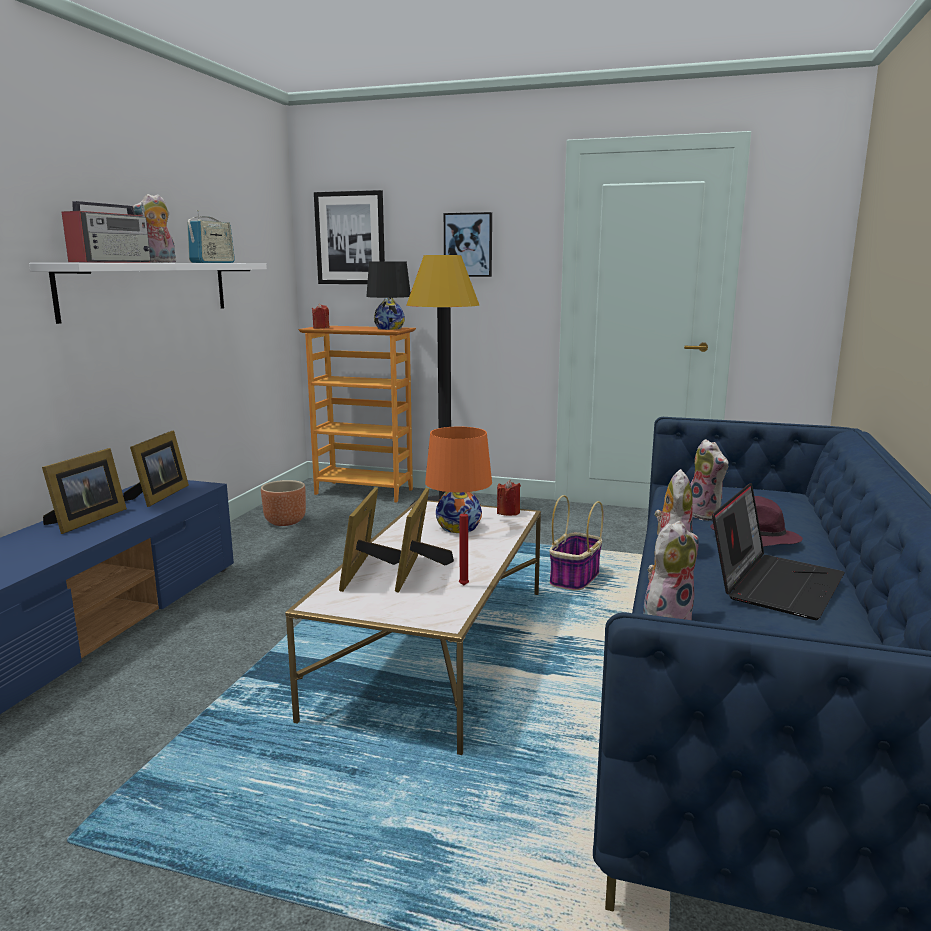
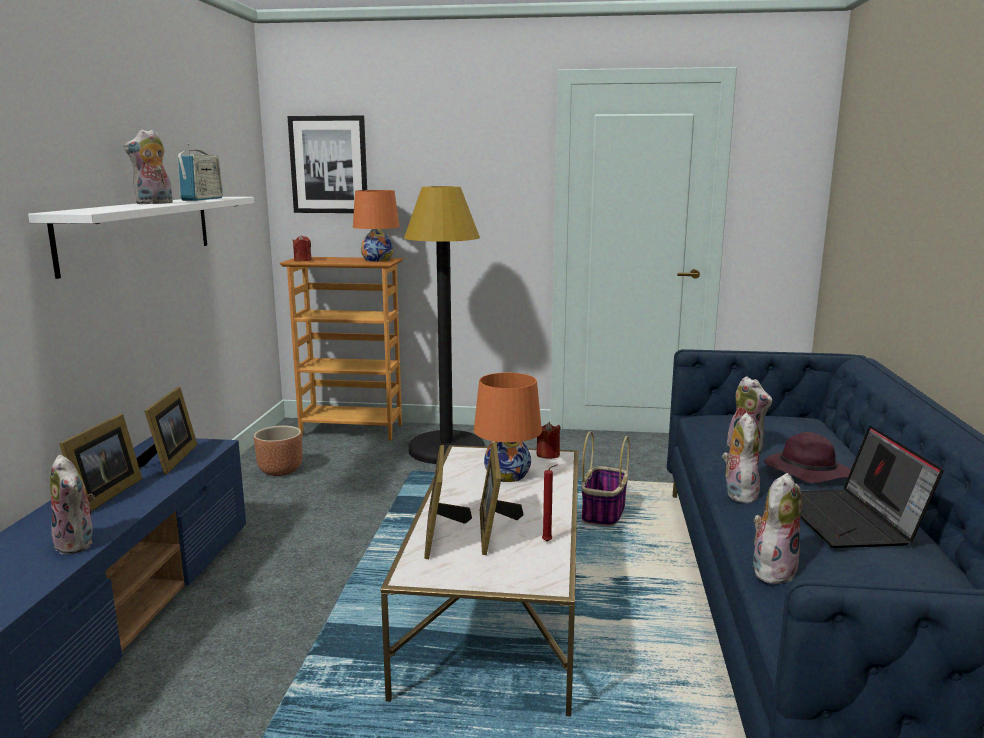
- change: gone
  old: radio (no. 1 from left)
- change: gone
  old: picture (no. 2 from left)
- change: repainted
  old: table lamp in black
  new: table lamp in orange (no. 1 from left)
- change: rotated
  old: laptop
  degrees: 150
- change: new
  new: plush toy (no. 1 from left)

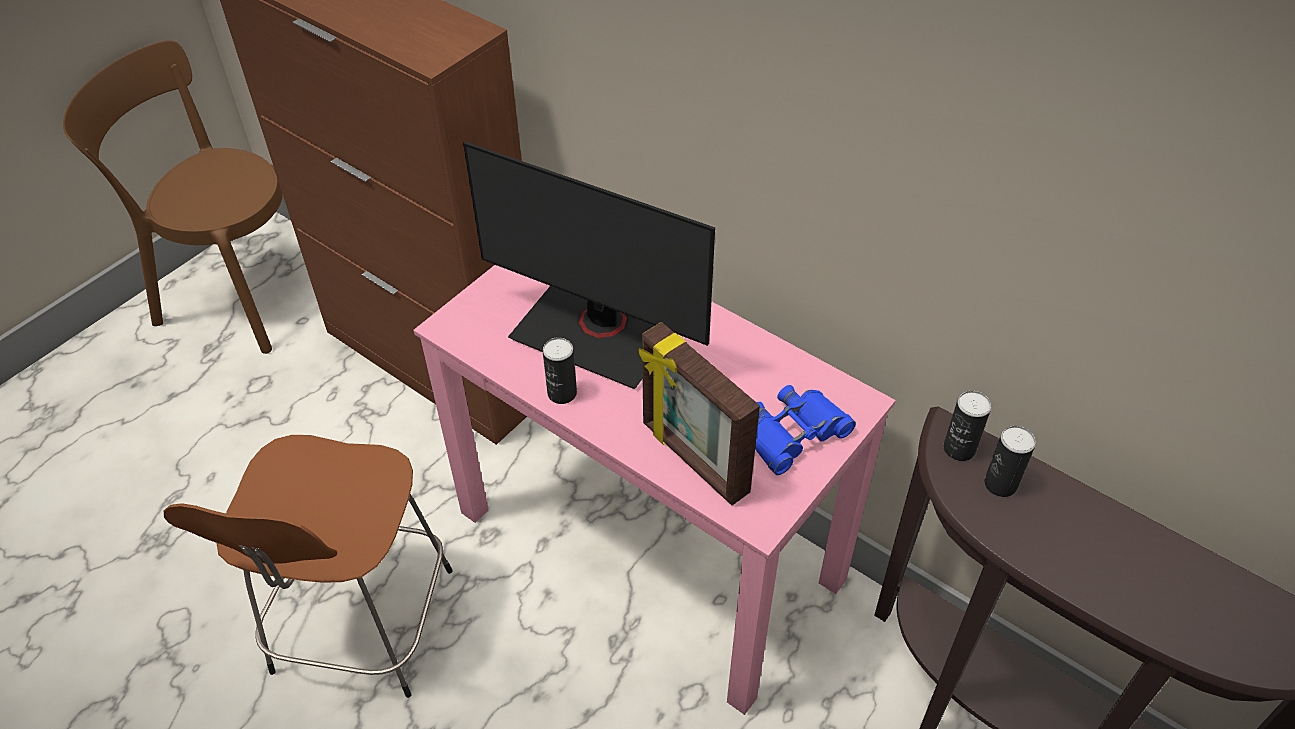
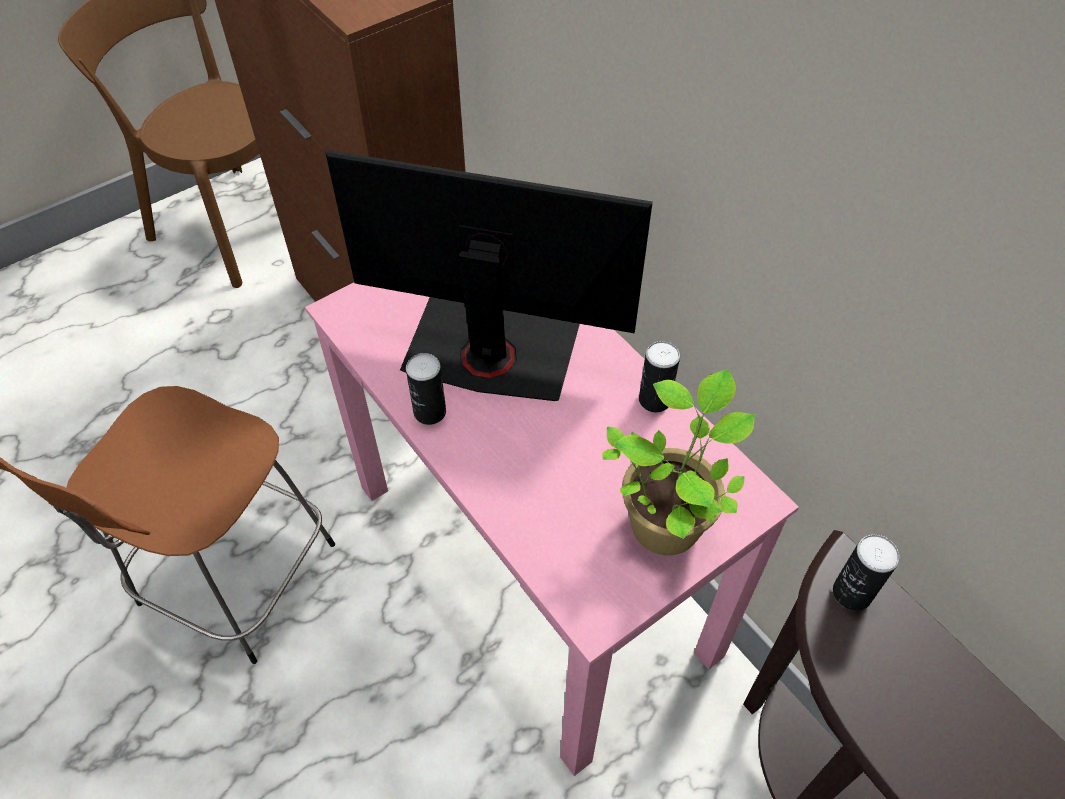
- change: rotated
  old: monitor
  degrees: 150
- change: gone
  old: picture frame
- change: swapped
  old: binoculars in blue
  new: potted plant
- change: shifted
  old: can (no. 3 from left in the first image)
  new: can (no. 2 from left)

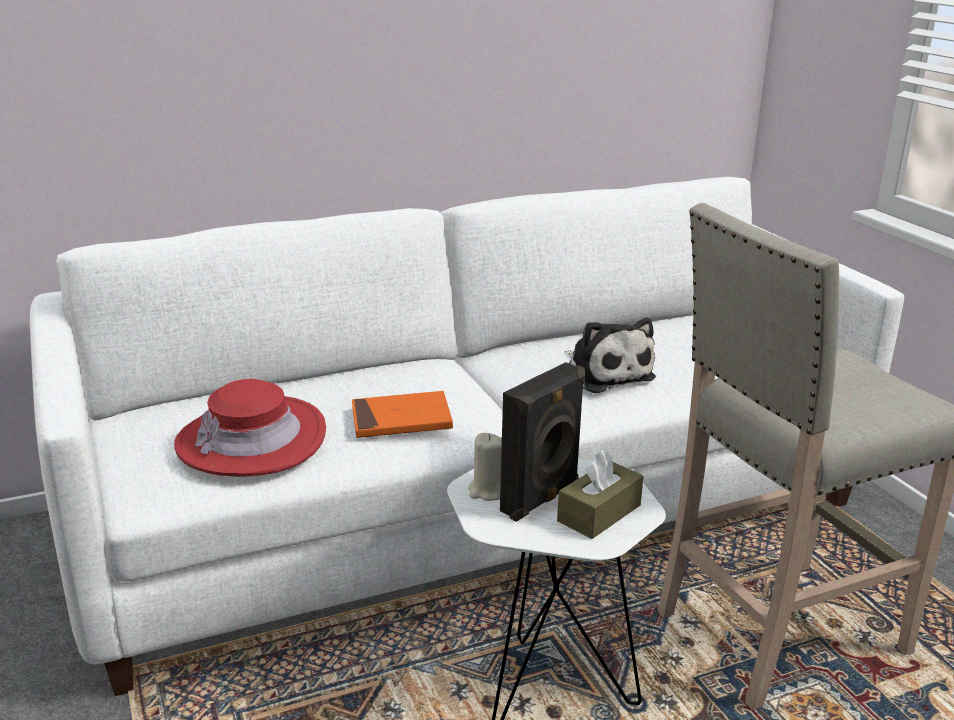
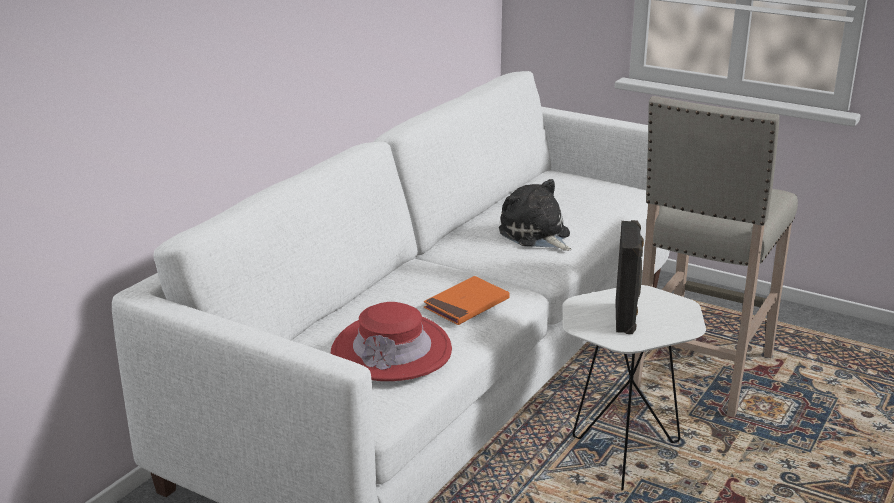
- change: rotated
  old: plush toy
  degrees: -150
- change: gone
  old: candle in beige
- change: gone
  old: tissue box in brown

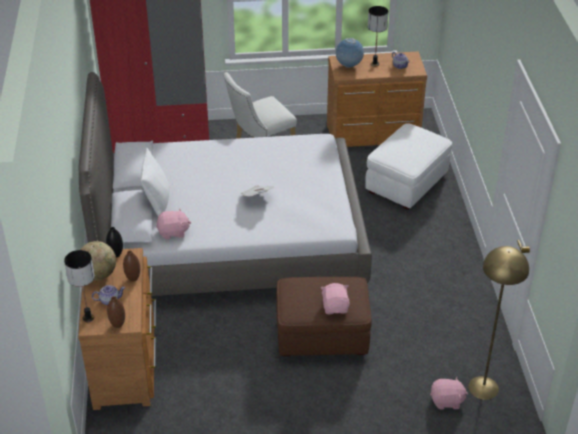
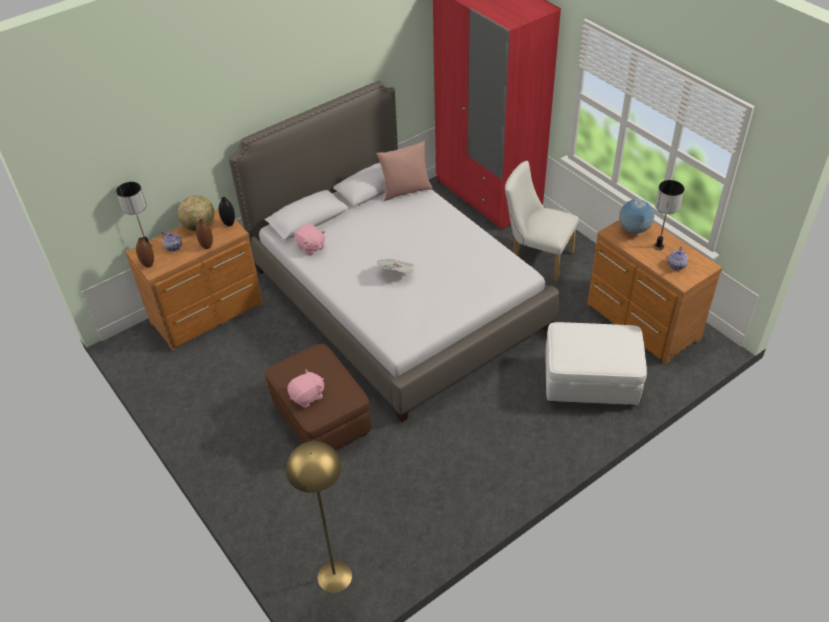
- change: gone
  old: pillow in white
- change: gone
  old: plush toy in pink (no. 3 from left)
- change: new
  new: pillow in pink

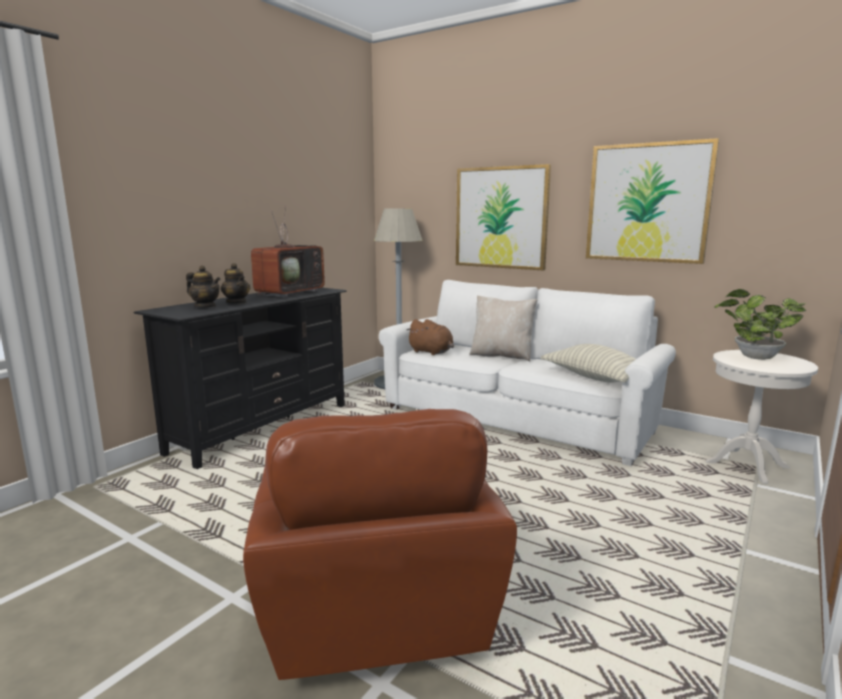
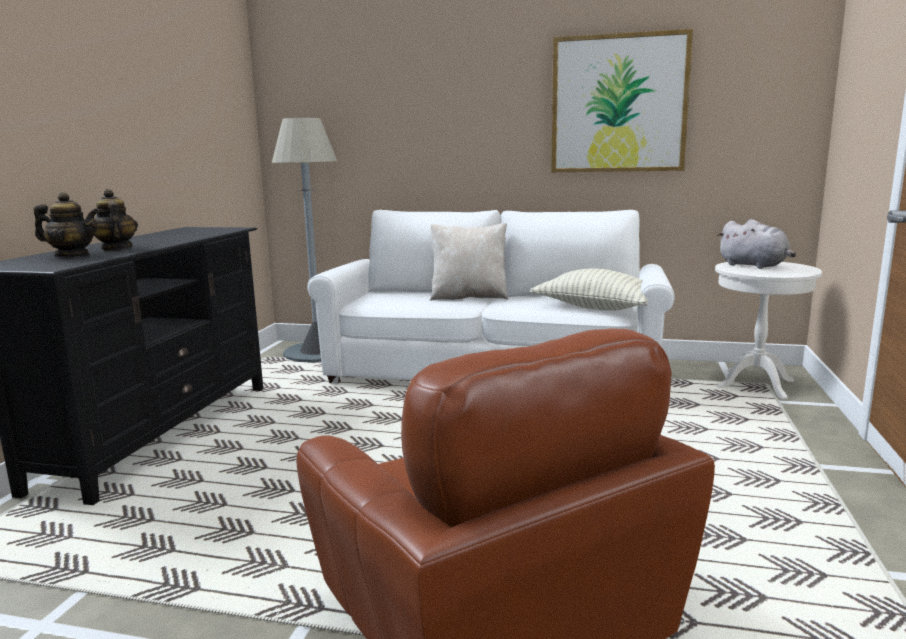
- change: gone
  old: picture (no. 1 from left)
- change: gone
  old: television
- change: rotated
  old: teapot (no. 2 from left)
  degrees: -150
- change: swapped
  old: potted plant
  new: plush toy in grey
- change: gone
  old: plush toy in brown

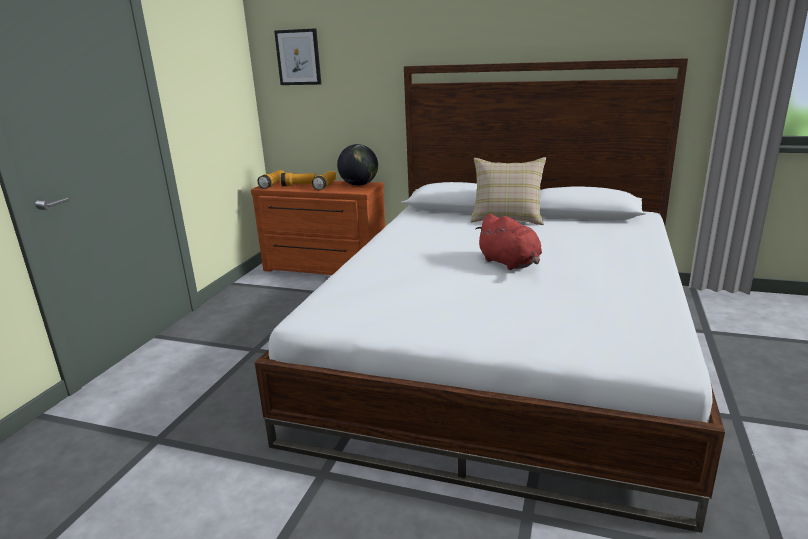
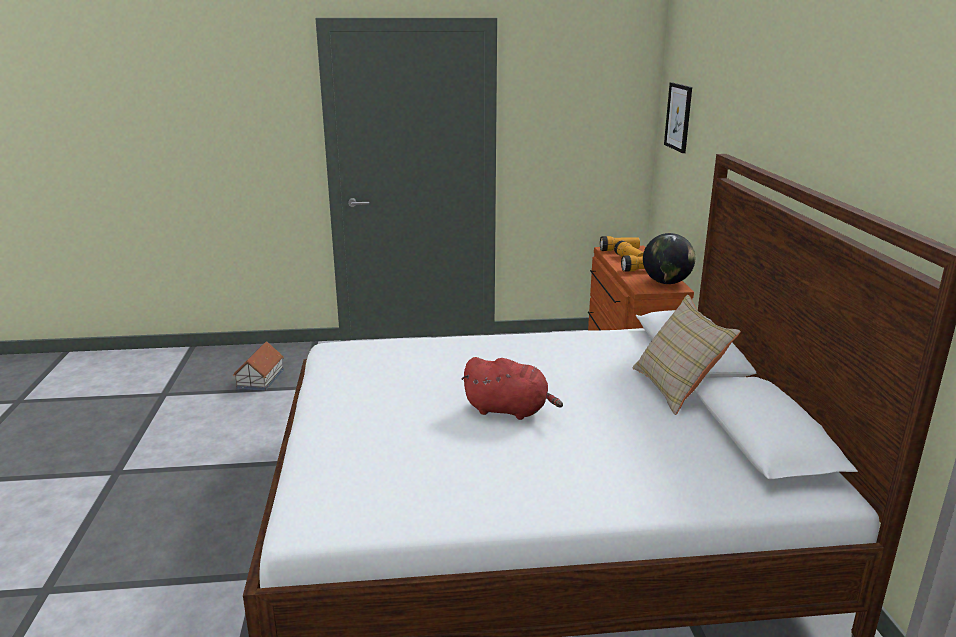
- change: rotated
  old: plush toy in red
  degrees: -105
- change: new
  new: toy house

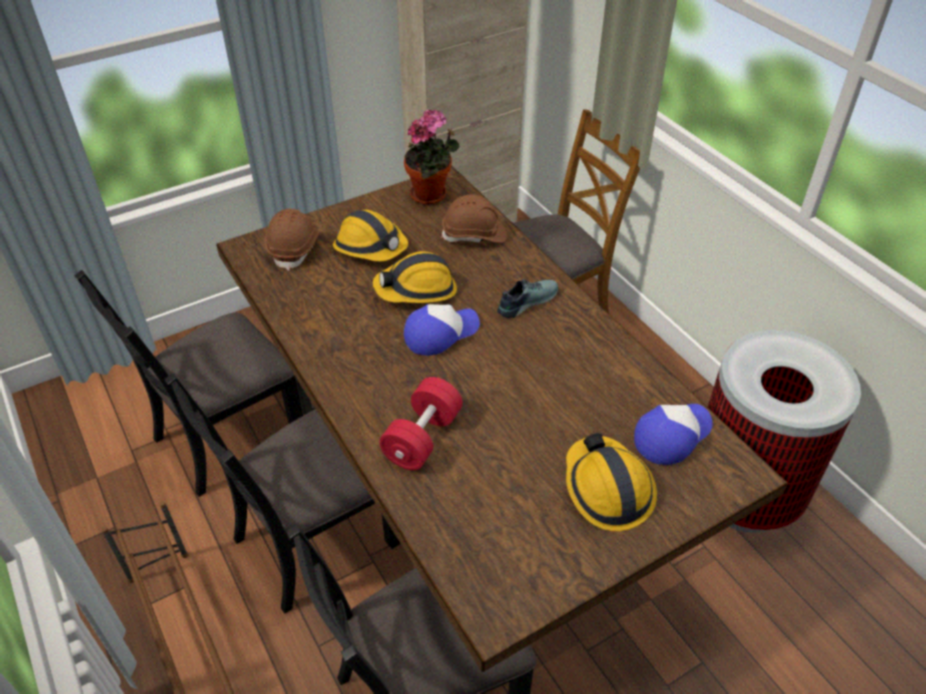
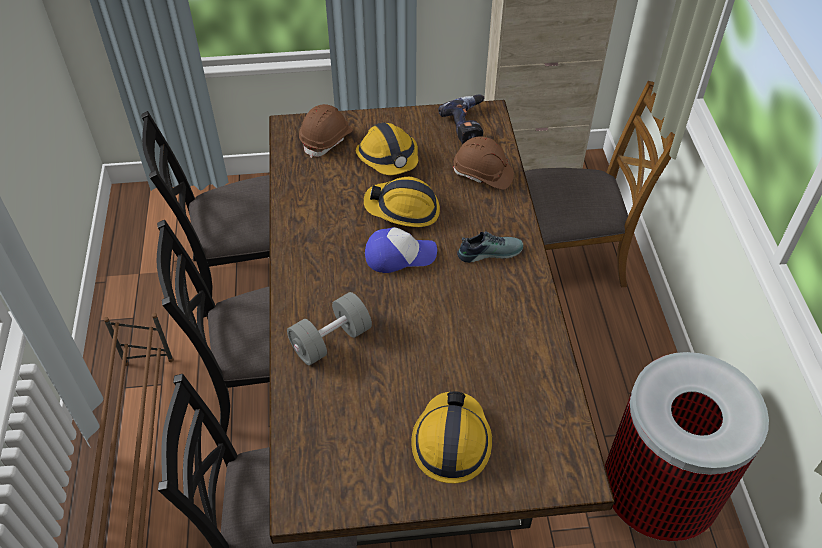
- change: swapped
  old: potted plant
  new: power drill
- change: repainted
  old: dumbbell in red
  new: dumbbell in grey
- change: gone
  old: cap (no. 2 from left)

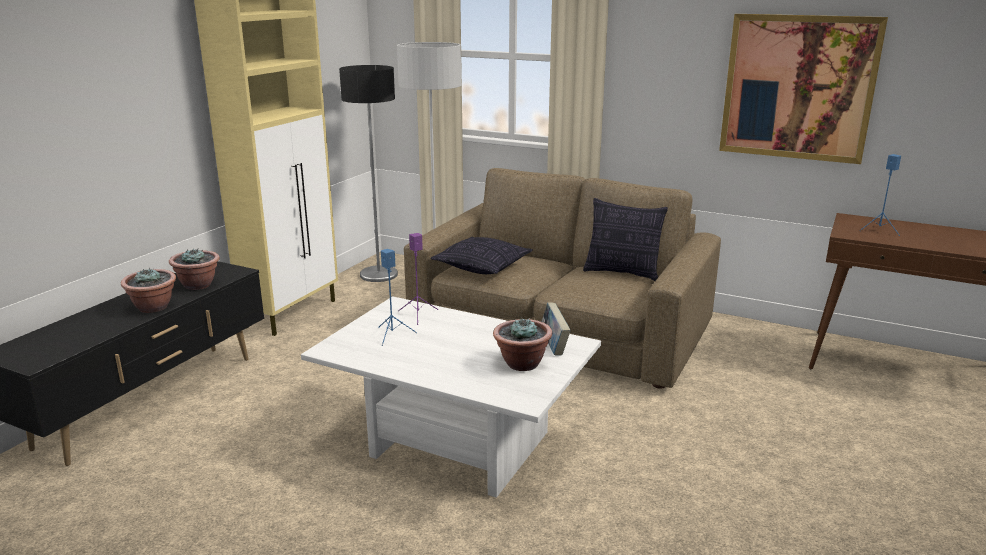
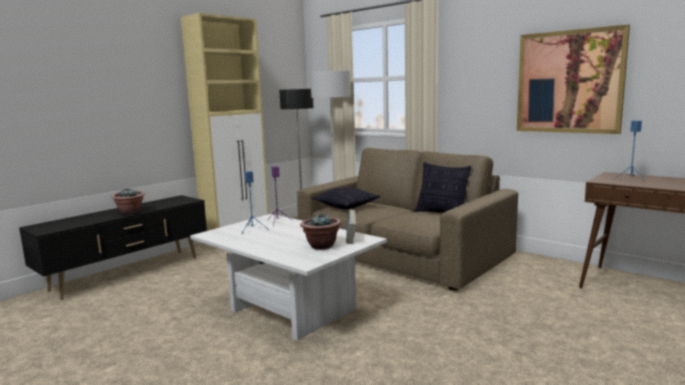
- change: gone
  old: potted plant (no. 2 from left)

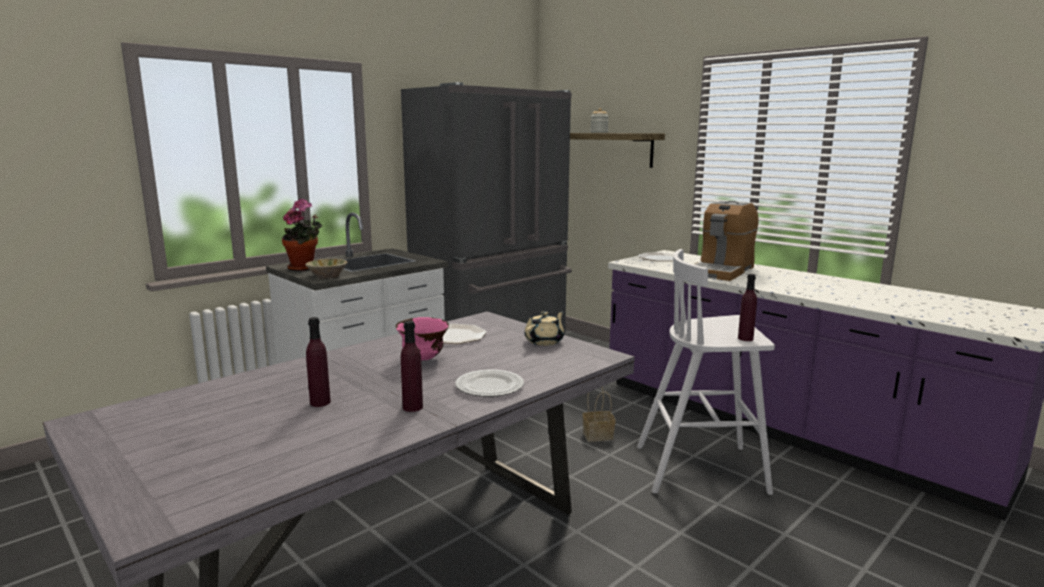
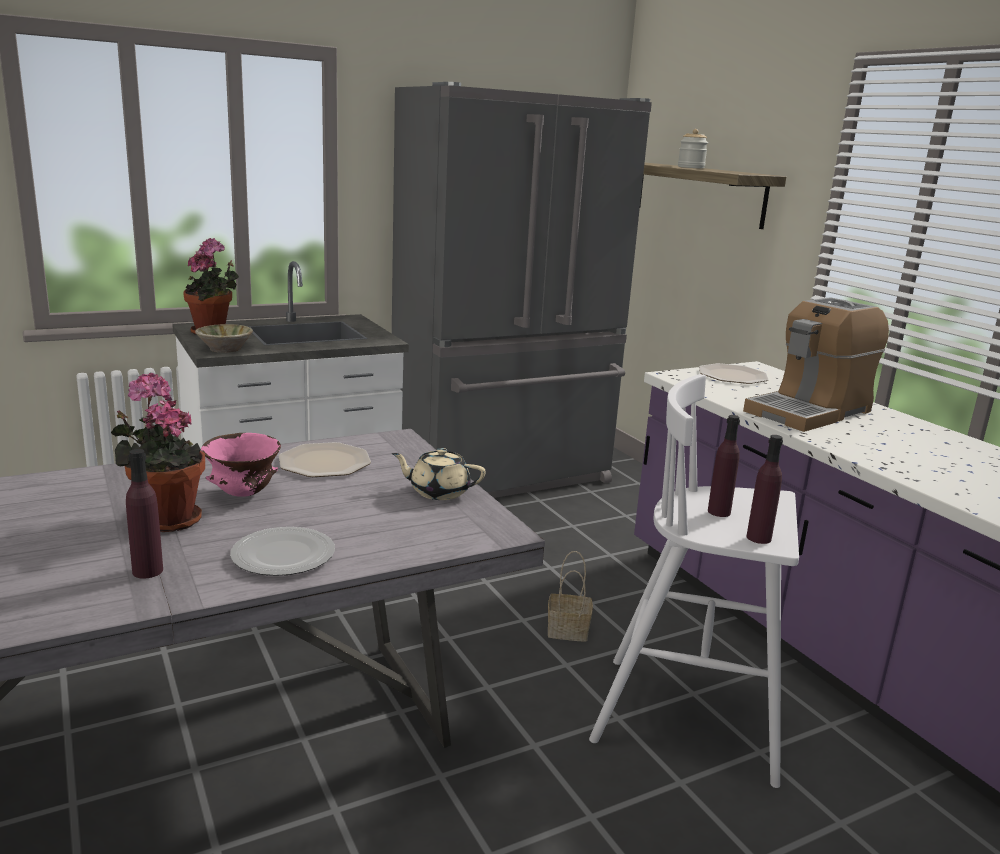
- change: rotated
  old: teapot in beige
  degrees: -135
- change: shifted
  old: bottle in purple (no. 1 from left in the first image)
  new: bottle in purple (no. 2 from left)
- change: new
  new: potted plant (no. 1 from left)

